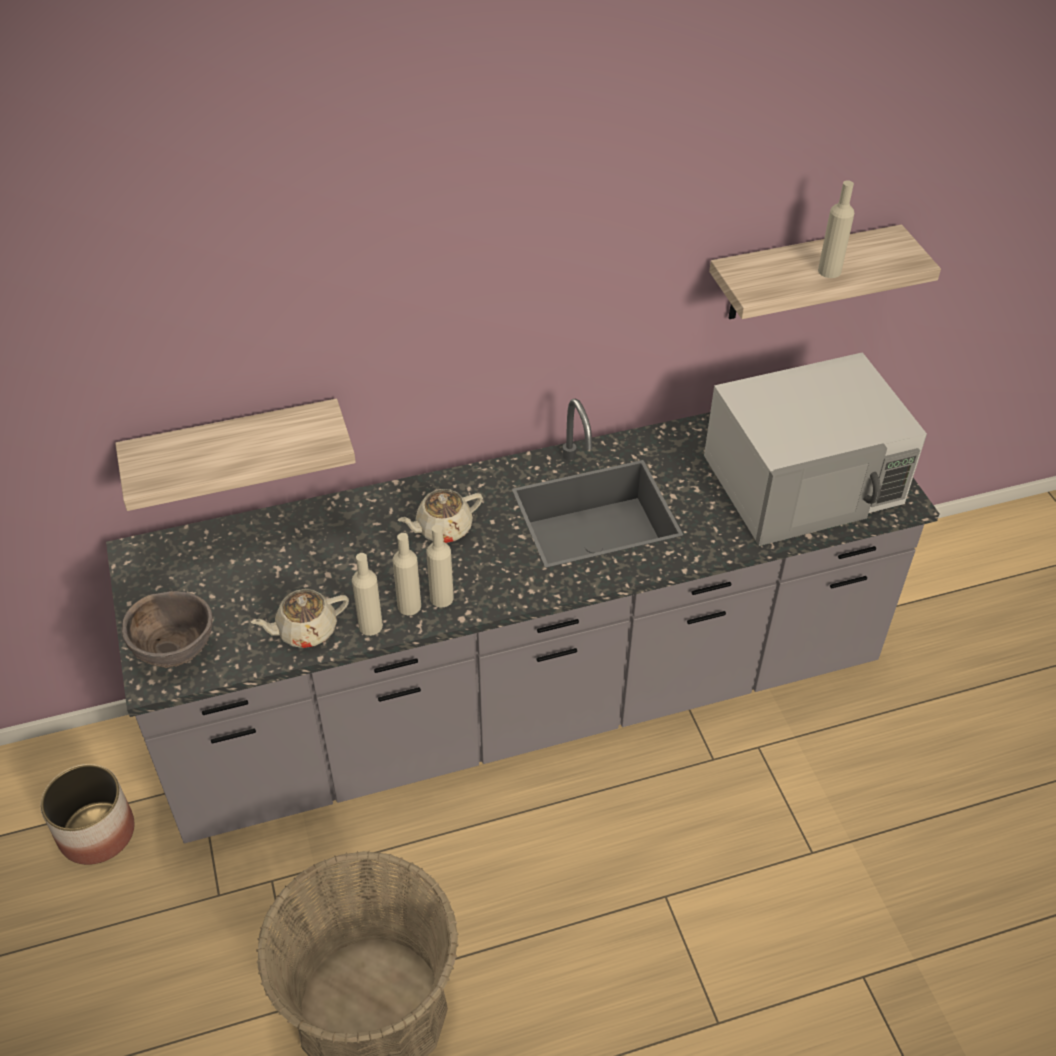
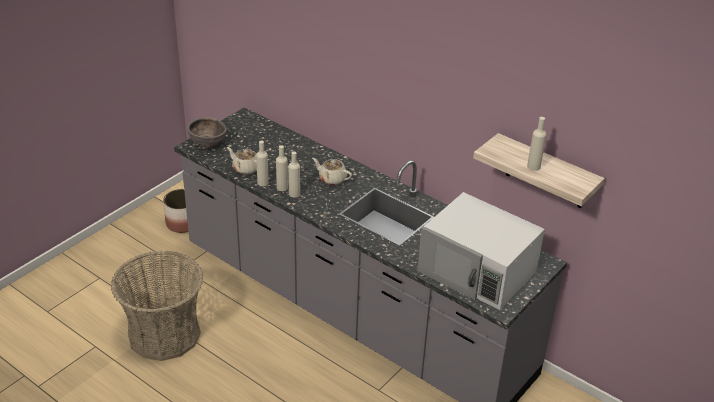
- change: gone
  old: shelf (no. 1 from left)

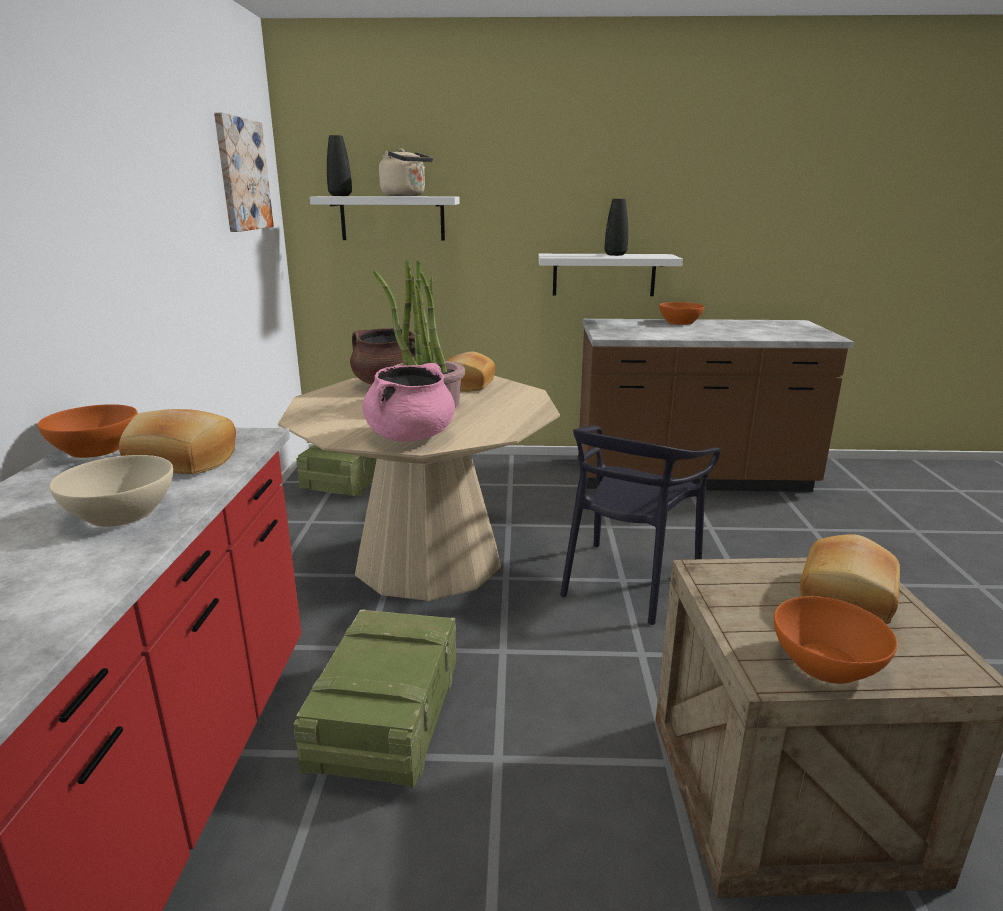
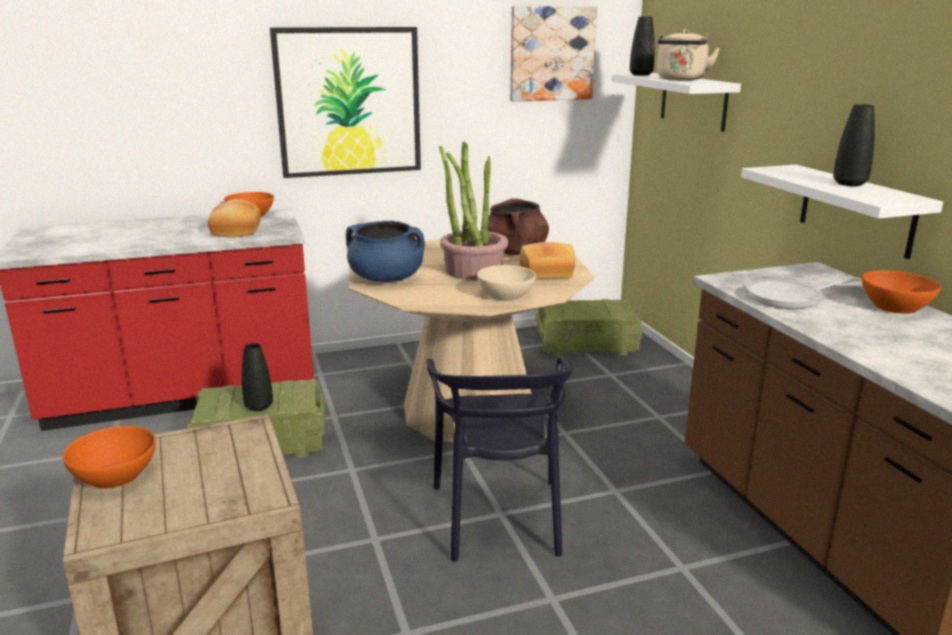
- change: repainted
  old: cooking pot in pink
  new: cooking pot in blue
- change: rotated
  old: chair in black
  degrees: -105
- change: shifted
  old: bowl in beige
- change: gone
  old: bread (no. 3 from left)
- change: new
  new: picture (no. 1 from left)
- change: new
  new: frying pan
- change: new
  new: vase in black (no. 1 from left)

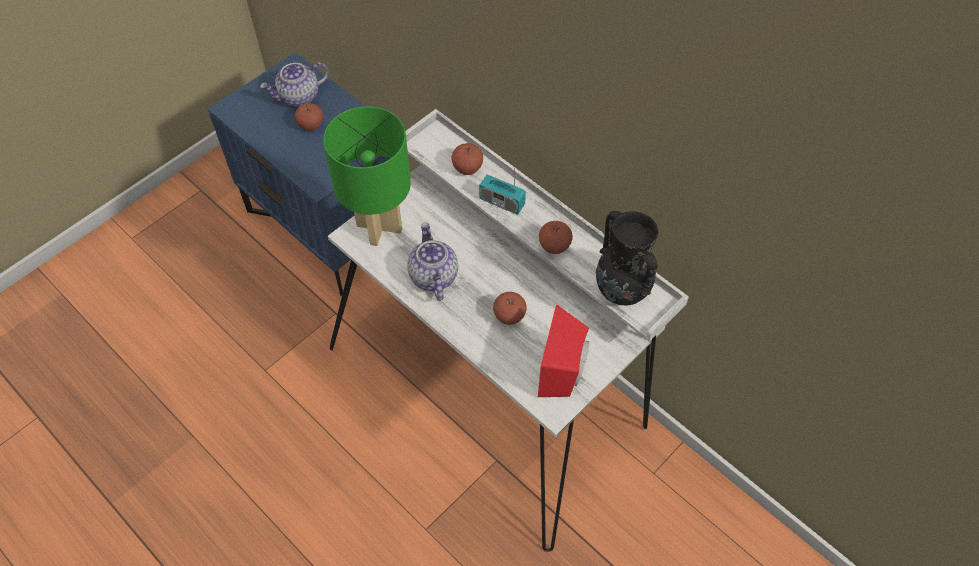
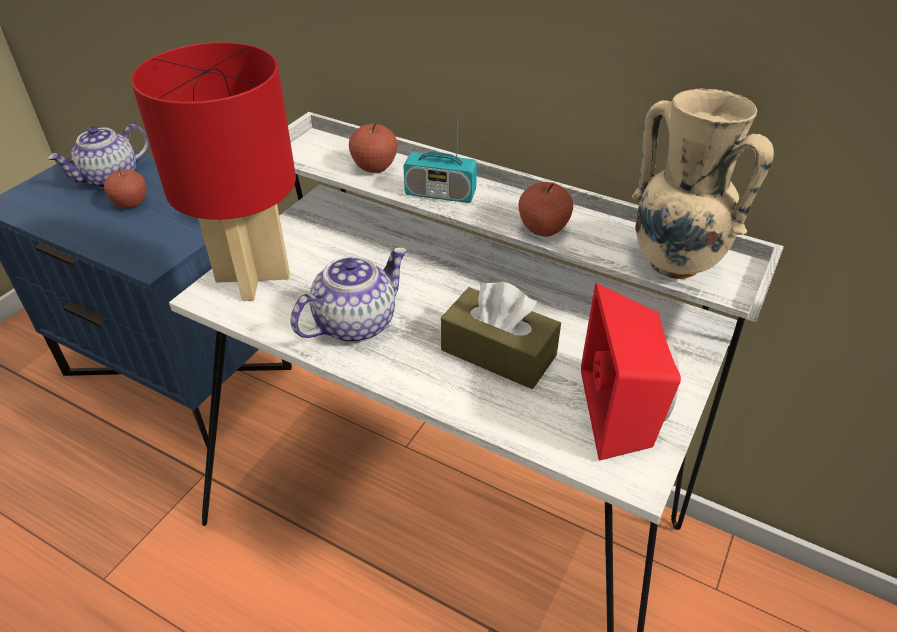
- change: repainted
  old: table lamp in green
  new: table lamp in red
- change: repainted
  old: vase in black
  new: vase in beige
- change: rotated
  old: teapot (no. 2 from left)
  degrees: 75
- change: swapped
  old: apple (no. 3 from left)
  new: tissue box in brown

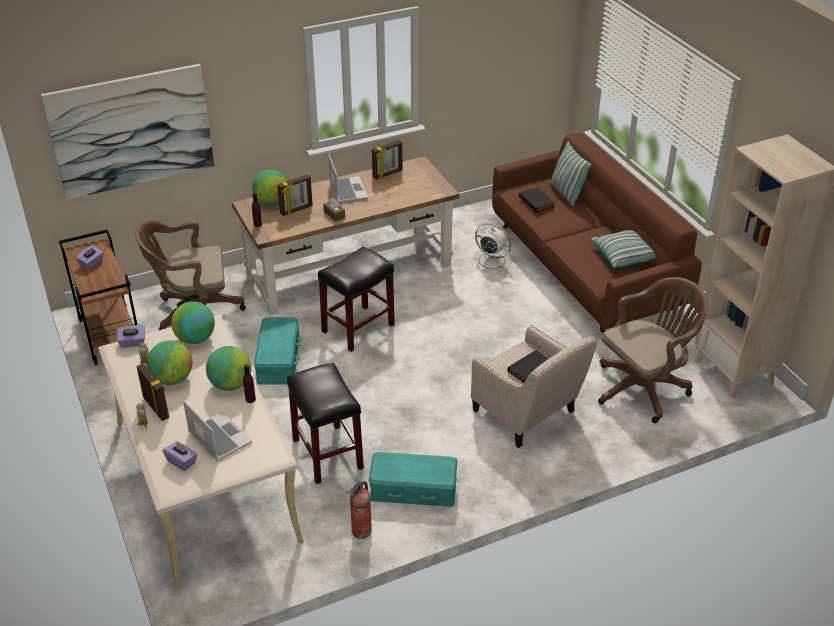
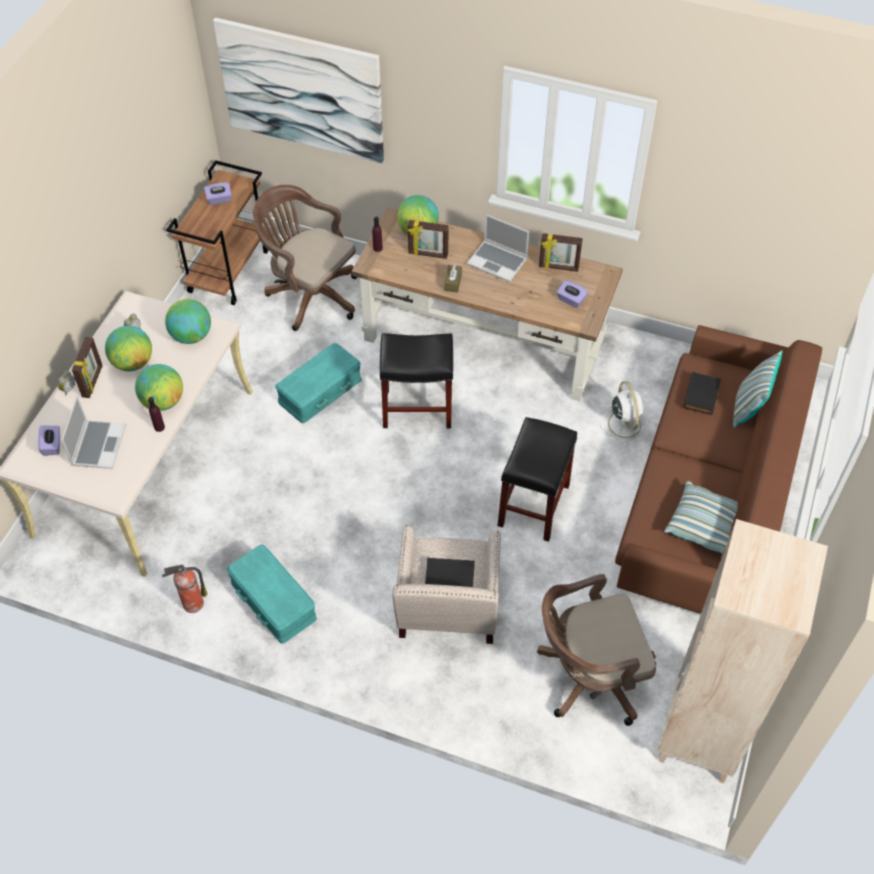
- change: rotated
  old: laptop (no. 2 from left)
  degrees: 90
- change: rotated
  old: office chair in brown (no. 2 from left)
  degrees: 150
- change: shifted
  old: tissue box in purple (no. 2 from left in the first image)
  new: tissue box in purple (no. 3 from left)
- change: shifted
  old: stool in black (no. 1 from left in the first image)
  new: stool in black (no. 2 from left)

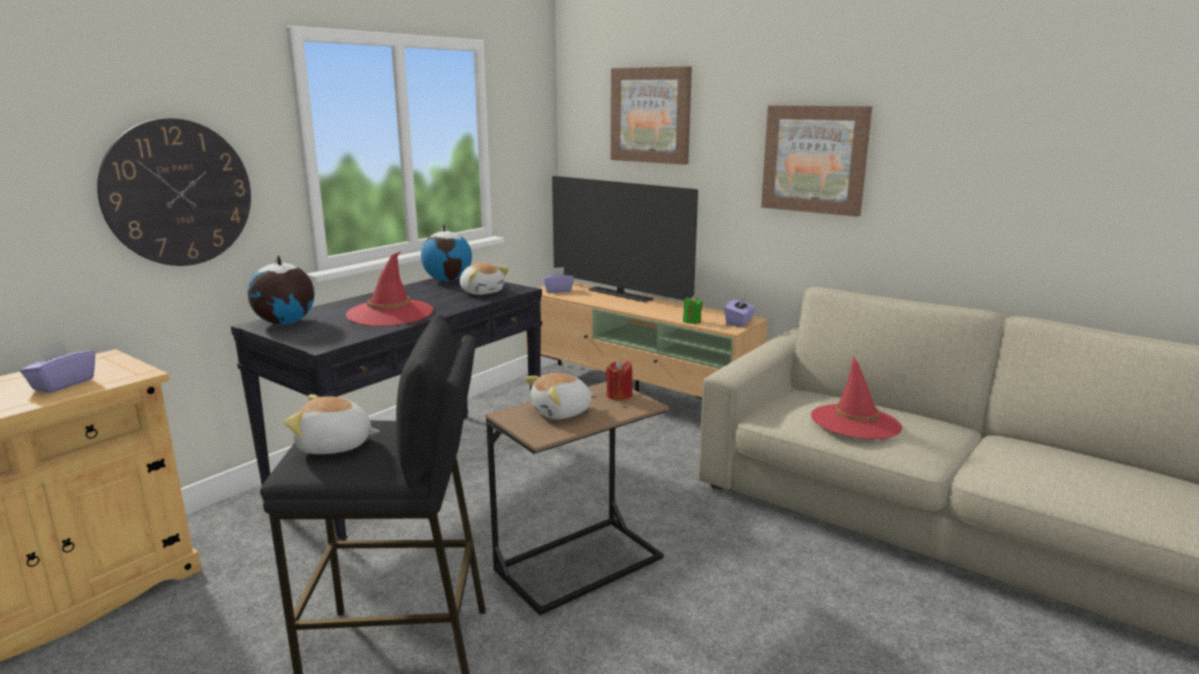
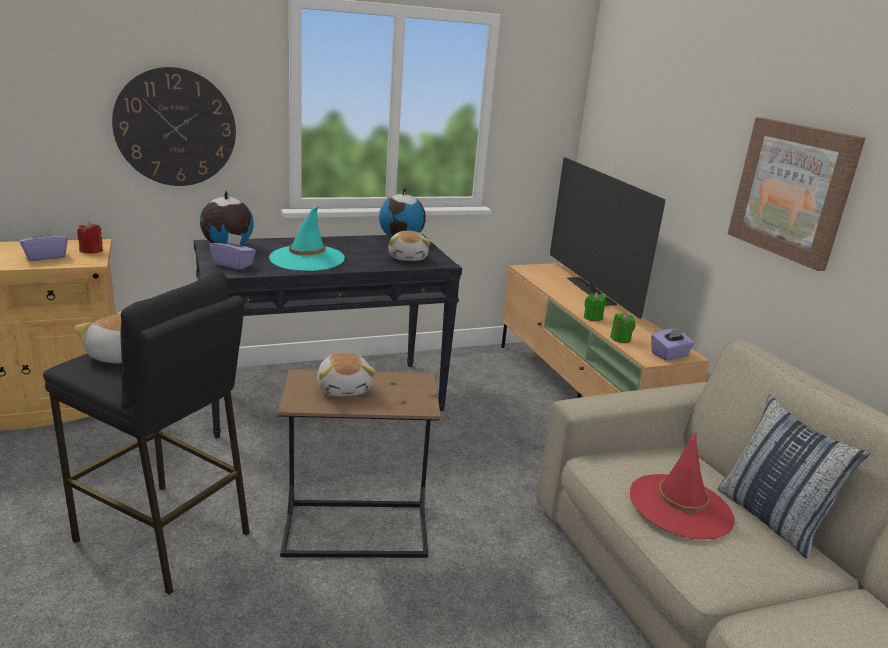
- change: gone
  old: picture (no. 1 from left)
- change: repainted
  old: hat in red (no. 1 from left)
  new: hat in turquoise
- change: shifted
  old: tissue box in purple (no. 2 from left)
- change: shifted
  old: candle in red
- change: rotated
  old: plush toy (no. 3 from left in the first image)
  degrees: -105
- change: new
  new: candle in green (no. 1 from left)
- change: new
  new: pillow

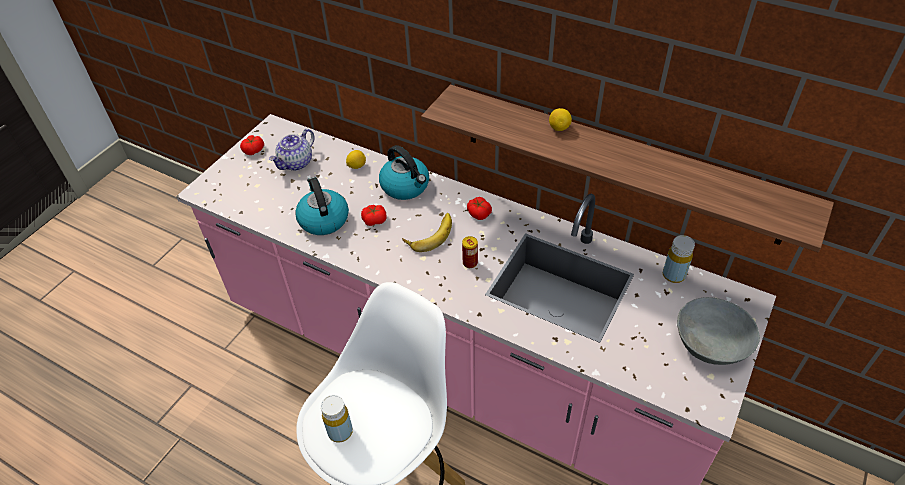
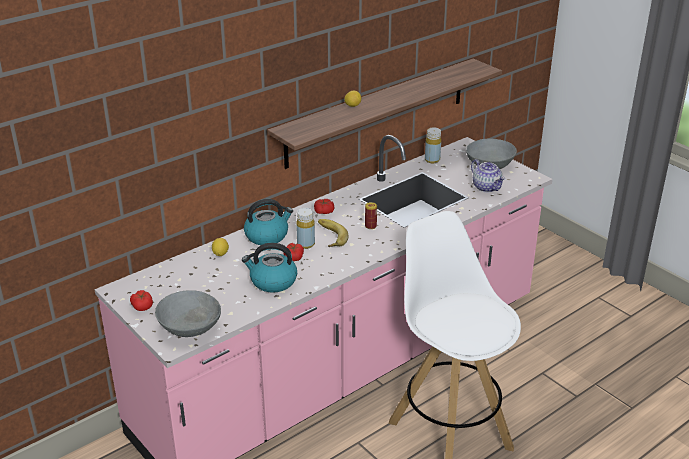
- change: shifted
  old: teapot
- change: shifted
  old: bottle in yellow (no. 1 from left)
- change: new
  new: bowl in grey (no. 1 from left)

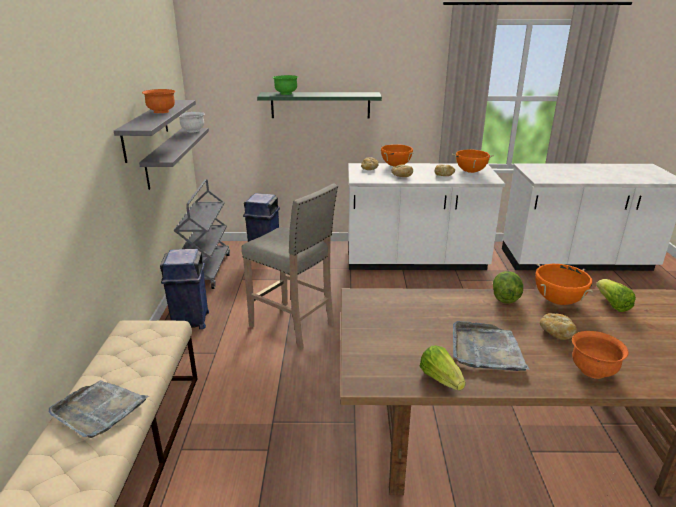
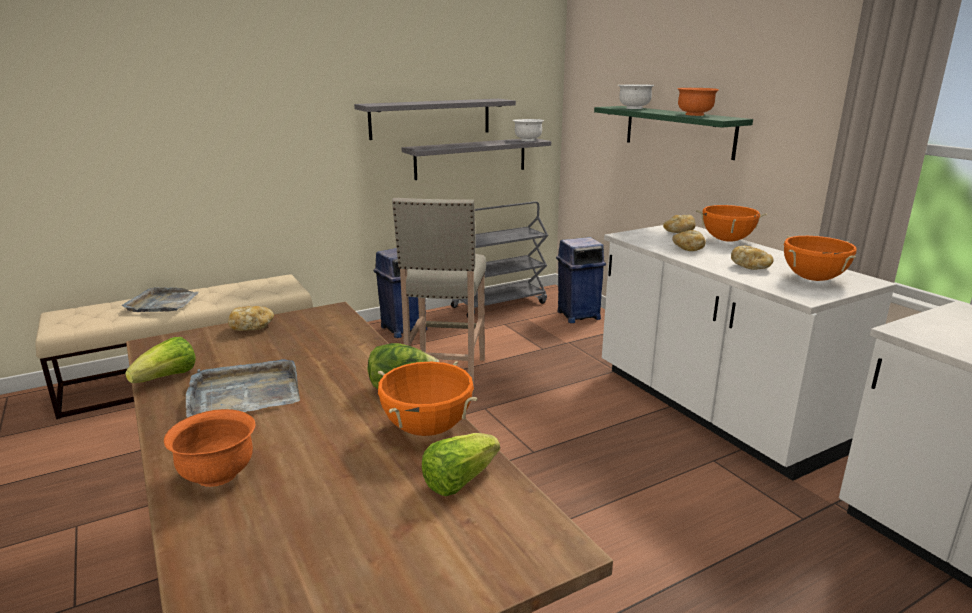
- change: repainted
  old: bowl in green
  new: bowl in white (no. 2 from left)
- change: shifted
  old: bowl in orange (no. 1 from left in the first image)
  new: bowl in orange (no. 2 from left)
- change: shifted
  old: bread (no. 4 from left in the first image)
  new: bread (no. 1 from left)

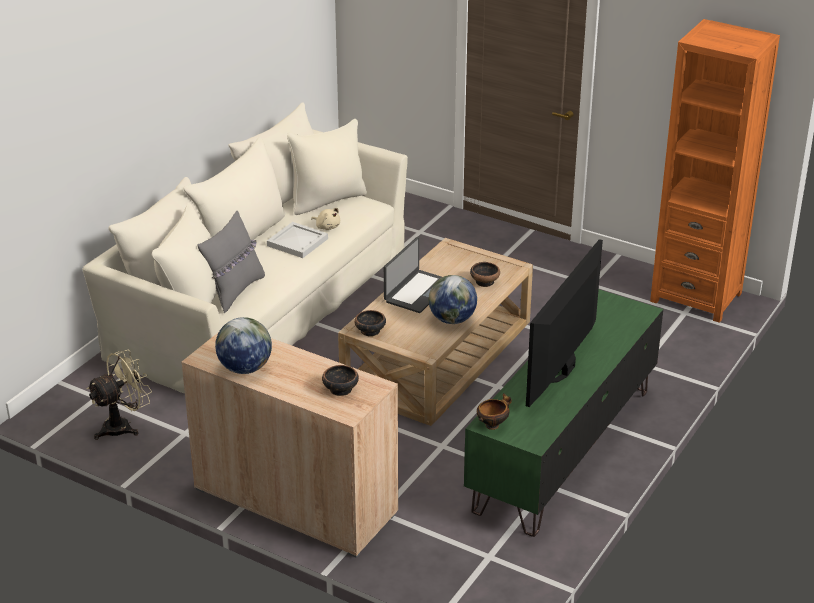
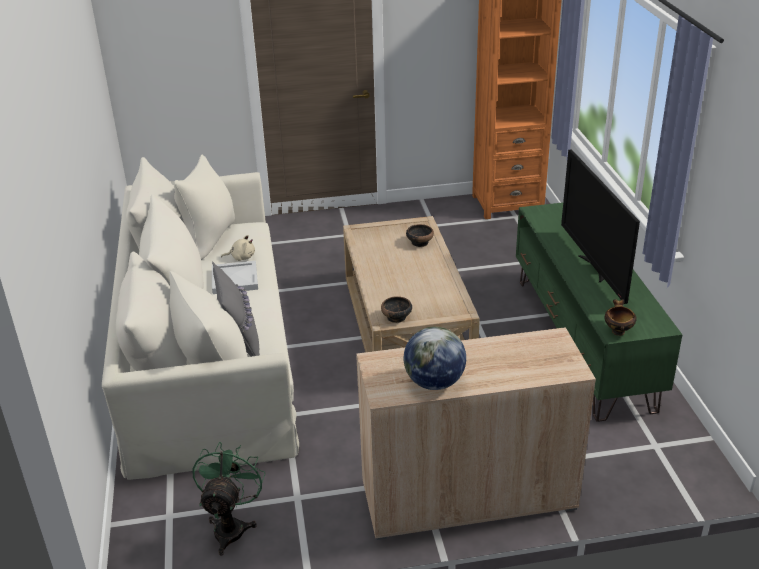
- change: gone
  old: laptop
- change: gone
  old: globe (no. 2 from left)
- change: repainted
  old: fan in beige
  new: fan in green
- change: gone
  old: bowl (no. 1 from left)

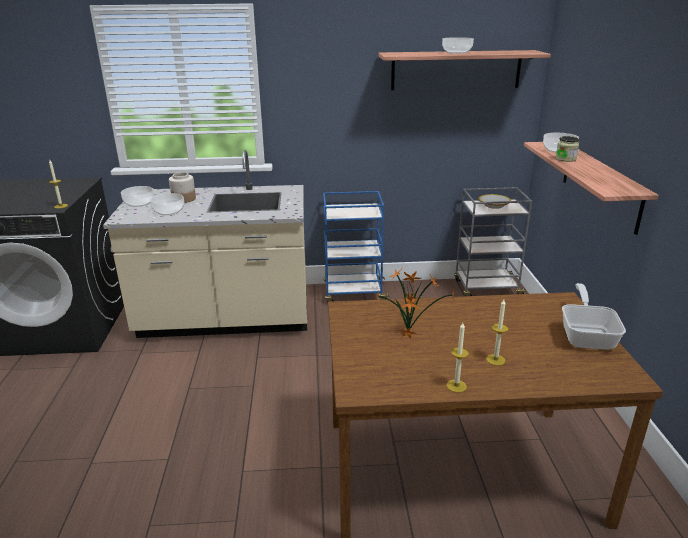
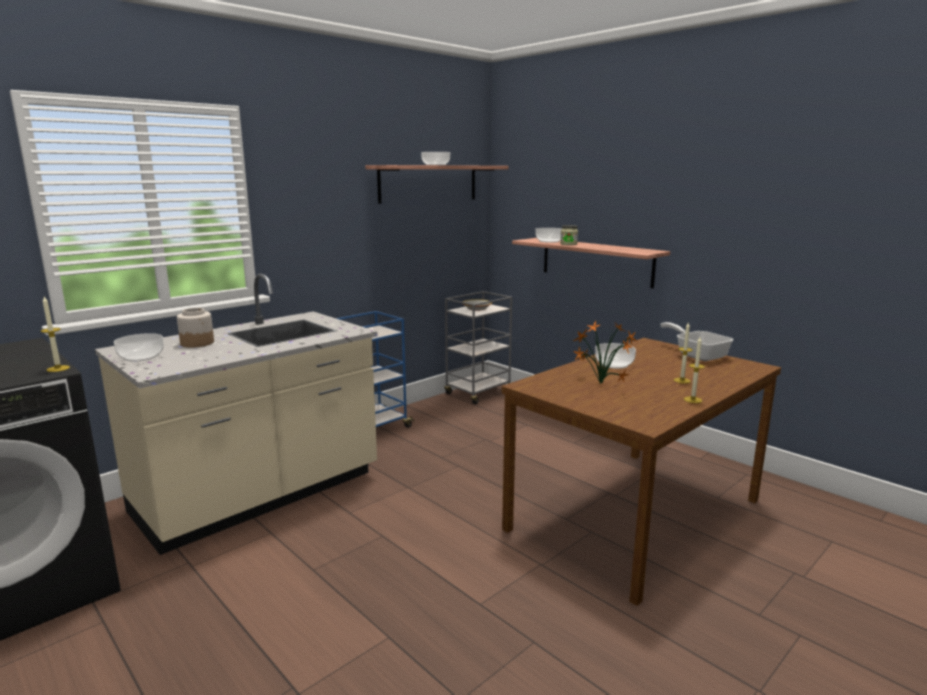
- change: shifted
  old: bowl (no. 2 from left in the first image)
  new: bowl (no. 5 from left)

